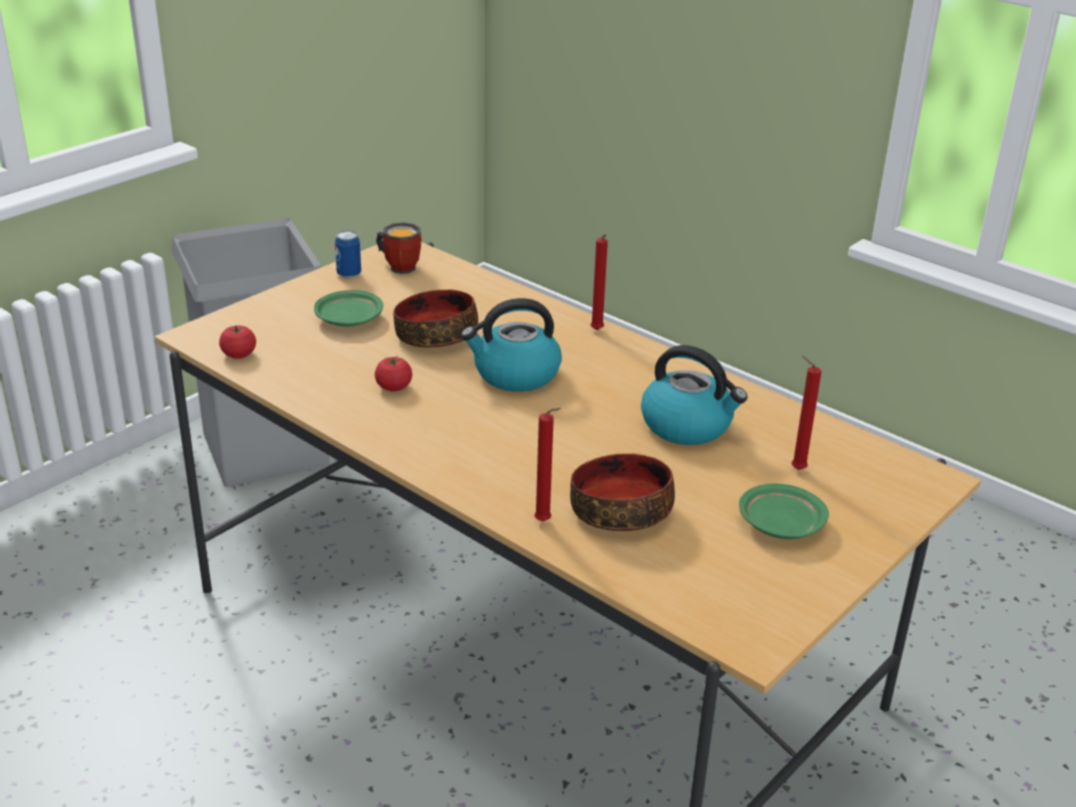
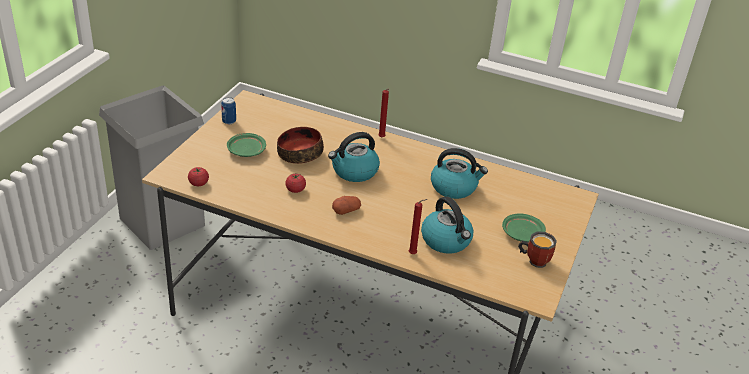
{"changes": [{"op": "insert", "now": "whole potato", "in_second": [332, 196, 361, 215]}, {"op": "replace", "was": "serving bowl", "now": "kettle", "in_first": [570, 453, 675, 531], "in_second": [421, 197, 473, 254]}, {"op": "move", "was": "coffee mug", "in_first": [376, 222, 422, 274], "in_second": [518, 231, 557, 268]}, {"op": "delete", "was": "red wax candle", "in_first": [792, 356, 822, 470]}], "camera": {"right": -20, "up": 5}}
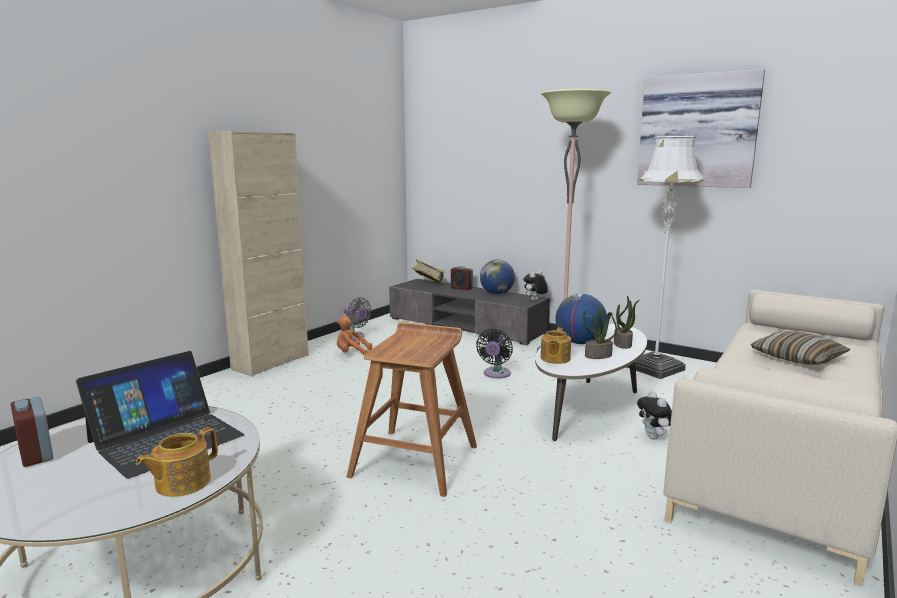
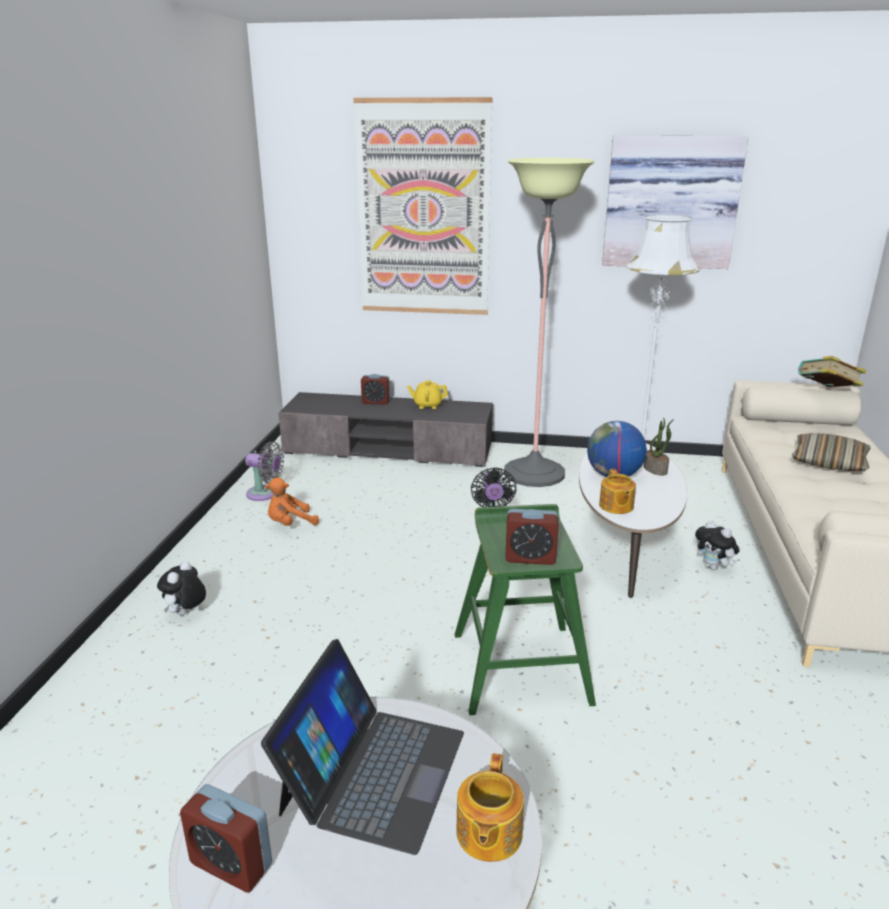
{"changes": [{"op": "move", "was": "cuddly toy", "in_first": [523, 270, 548, 301], "in_second": [157, 561, 206, 615]}, {"op": "insert", "now": "wall picture", "in_second": [353, 97, 493, 315]}, {"op": "replace", "was": "world globe", "now": "yellow tea pot", "in_first": [480, 260, 515, 295], "in_second": [407, 380, 448, 409]}, {"op": "recolor", "was": "brown-coloured stool", "now": "green stool", "in_first": [346, 322, 477, 497], "in_second": [455, 504, 596, 715]}, {"op": "insert", "now": "alarm clock", "in_second": [505, 509, 559, 565]}, {"op": "move", "was": "bound book", "in_first": [412, 259, 444, 283], "in_second": [798, 356, 866, 387]}, {"op": "delete", "was": "sand-coloured cupboard", "in_first": [208, 131, 309, 377]}, {"op": "delete", "was": "houseplant", "in_first": [583, 304, 617, 359]}], "camera": {"right": -25, "up": 10}}
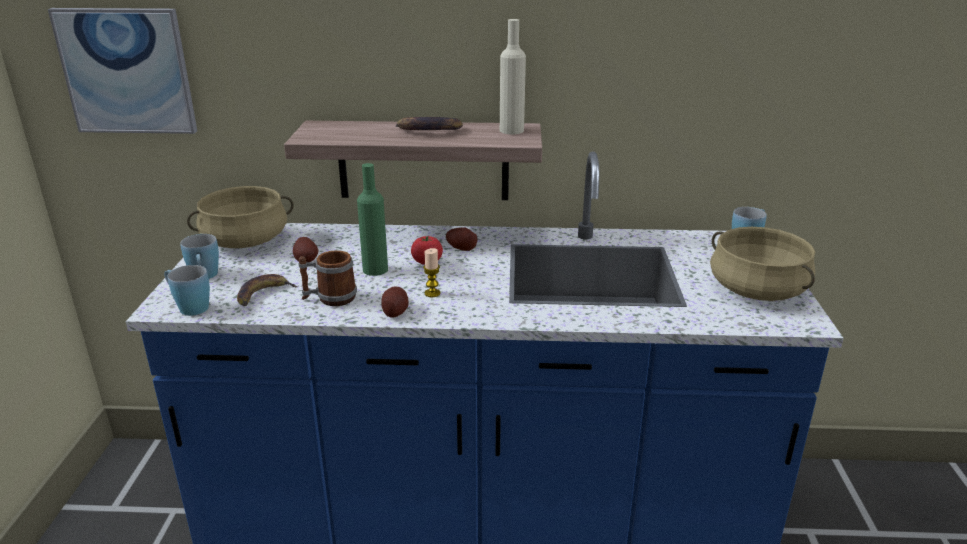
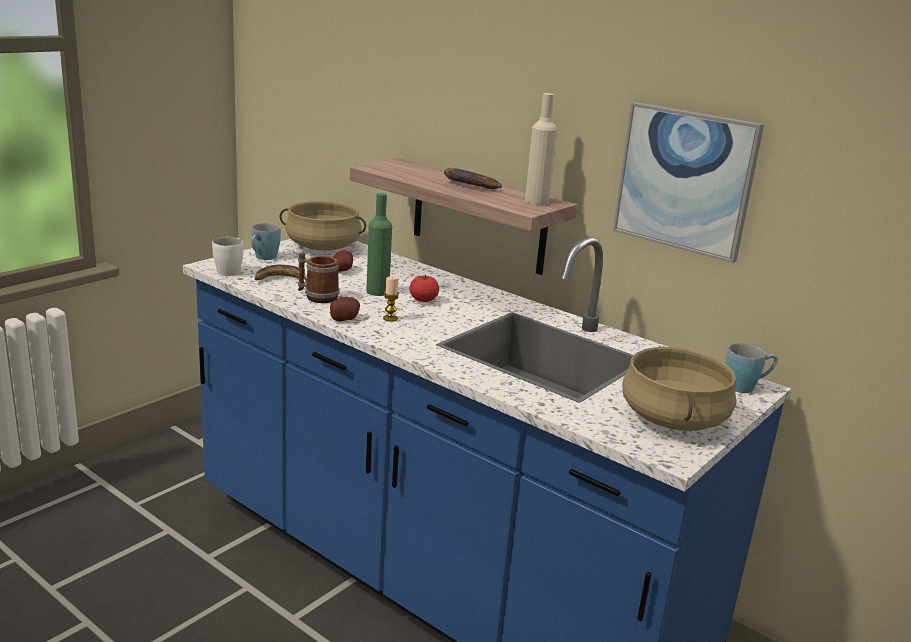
{"changes": [{"op": "recolor", "was": "bluish coffee mug", "now": "whitish coffee mug", "in_first": [164, 265, 210, 316], "in_second": [212, 237, 243, 276]}, {"op": "move", "was": "wall picture", "in_first": [48, 8, 197, 134], "in_second": [613, 102, 764, 263]}, {"op": "delete", "was": "whole potato", "in_first": [446, 227, 477, 251]}], "camera": {"right": 35, "up": -5}}
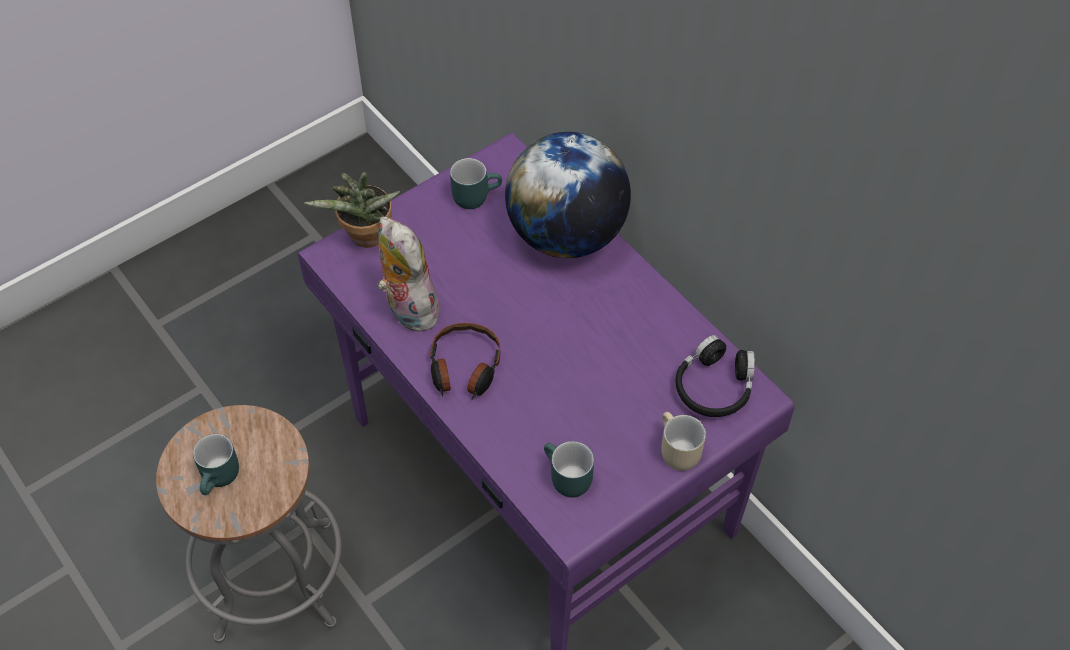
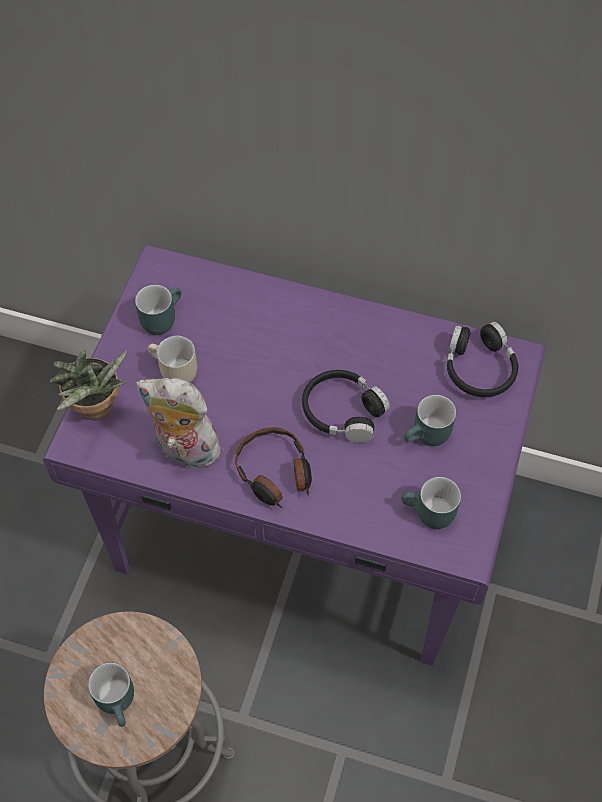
{"changes": [{"op": "move", "was": "sand-coloured coffee mug", "in_first": [662, 412, 706, 471], "in_second": [148, 336, 197, 383]}, {"op": "insert", "now": "blackish headphones", "in_second": [302, 370, 390, 443]}, {"op": "insert", "now": "turquoise coffee mug", "in_second": [404, 395, 456, 446]}, {"op": "delete", "was": "world globe", "in_first": [505, 132, 631, 258]}], "camera": {"right": -35, "up": 5}}
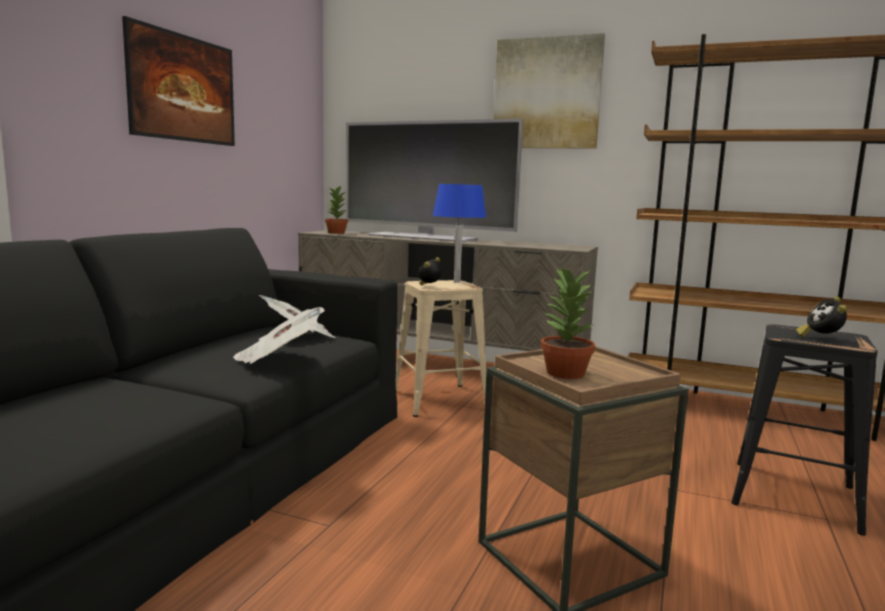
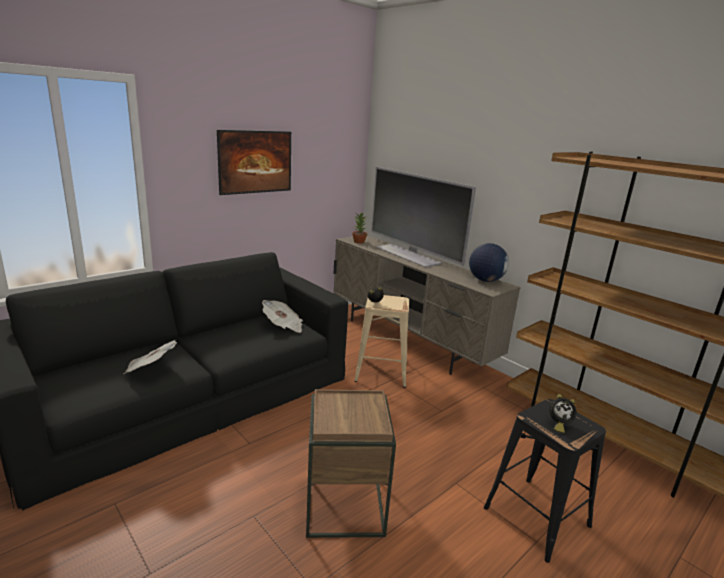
{"changes": [{"op": "move", "was": "newspaper", "in_first": [233, 307, 325, 364], "in_second": [124, 340, 176, 374]}, {"op": "insert", "now": "world globe", "in_second": [469, 243, 509, 282]}, {"op": "rotate", "was": "alarm clock", "in_first": [796, 296, 847, 337], "in_second": [549, 394, 577, 433], "clockwise": -120}, {"op": "delete", "was": "bluish lamp for a table", "in_first": [433, 184, 486, 283]}, {"op": "delete", "was": "wall picture", "in_first": [494, 33, 605, 148]}, {"op": "delete", "was": "houseplant", "in_first": [541, 266, 596, 379]}], "camera": {"right": 25, "up": 10}}
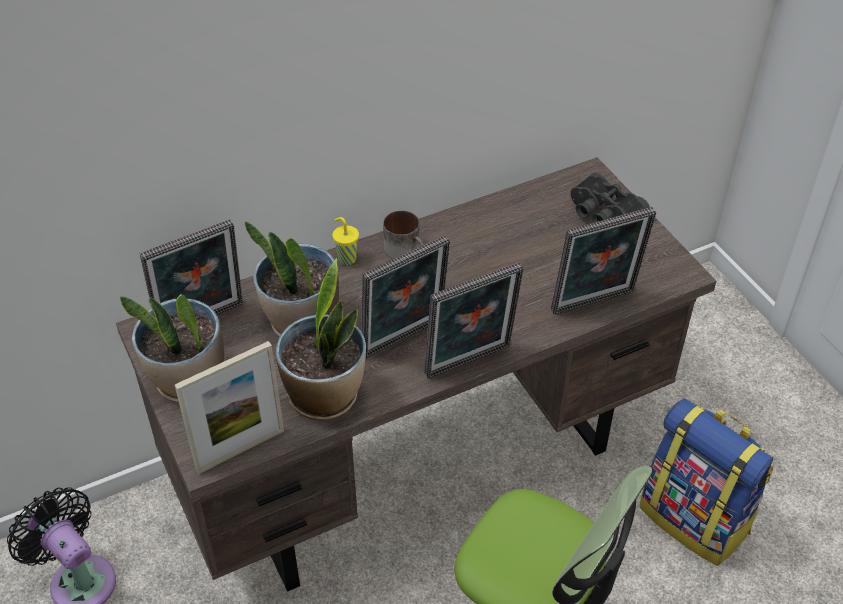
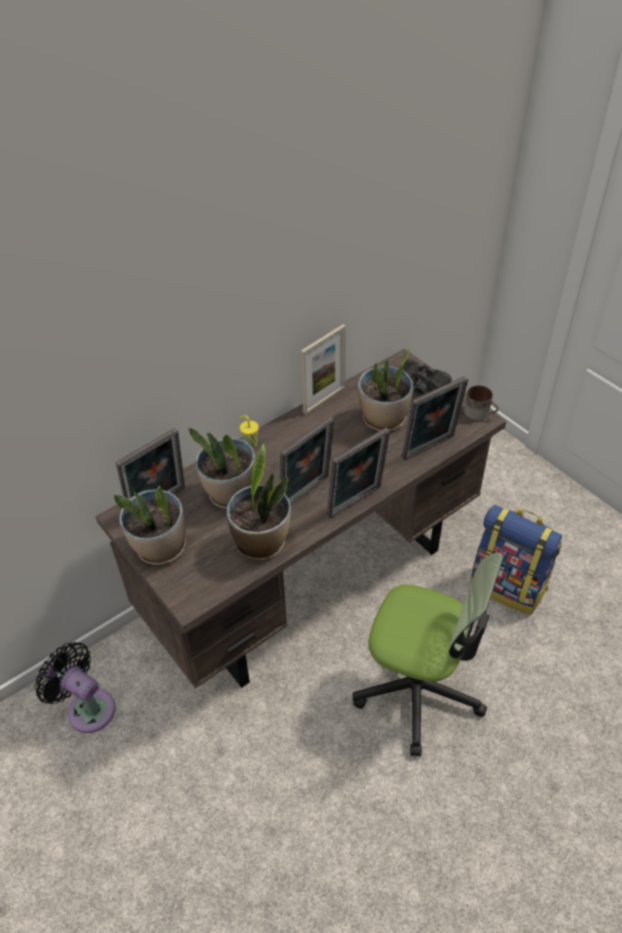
{"changes": [{"op": "move", "was": "picture frame", "in_first": [175, 341, 284, 474], "in_second": [301, 324, 346, 414]}, {"op": "insert", "now": "houseplant", "in_second": [358, 348, 413, 431]}, {"op": "move", "was": "coffee mug", "in_first": [383, 210, 424, 259], "in_second": [464, 385, 498, 420]}], "camera": {"right": -10, "up": 0}}
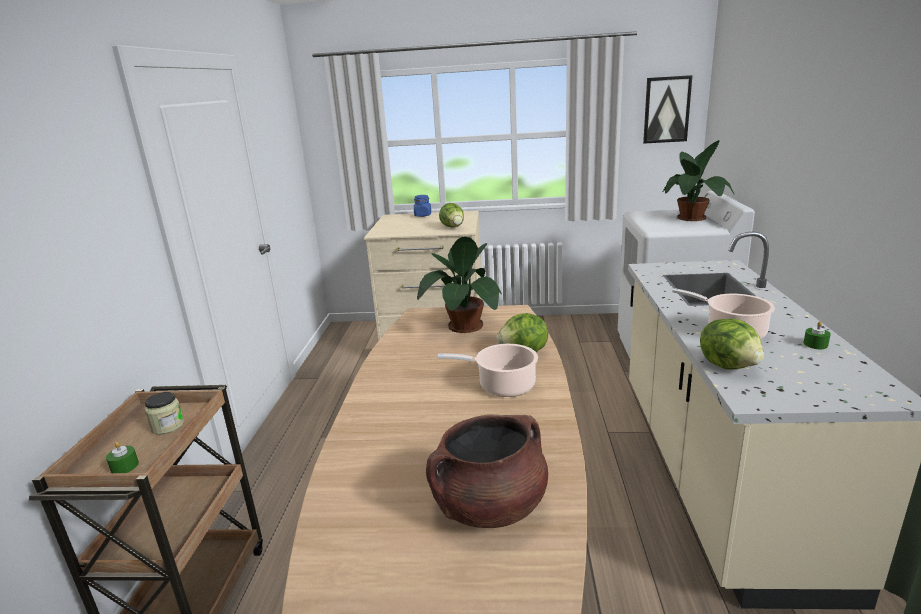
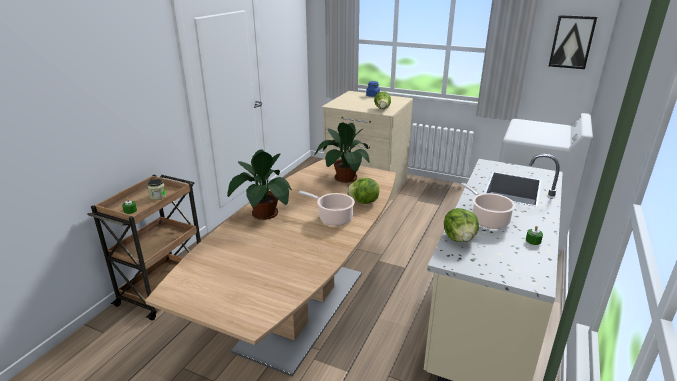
{"changes": [{"op": "move", "was": "houseplant", "in_first": [663, 140, 734, 221], "in_second": [227, 149, 292, 220]}, {"op": "delete", "was": "brown-coloured saucepot", "in_first": [426, 414, 548, 528]}], "camera": {"right": 20, "up": 5}}
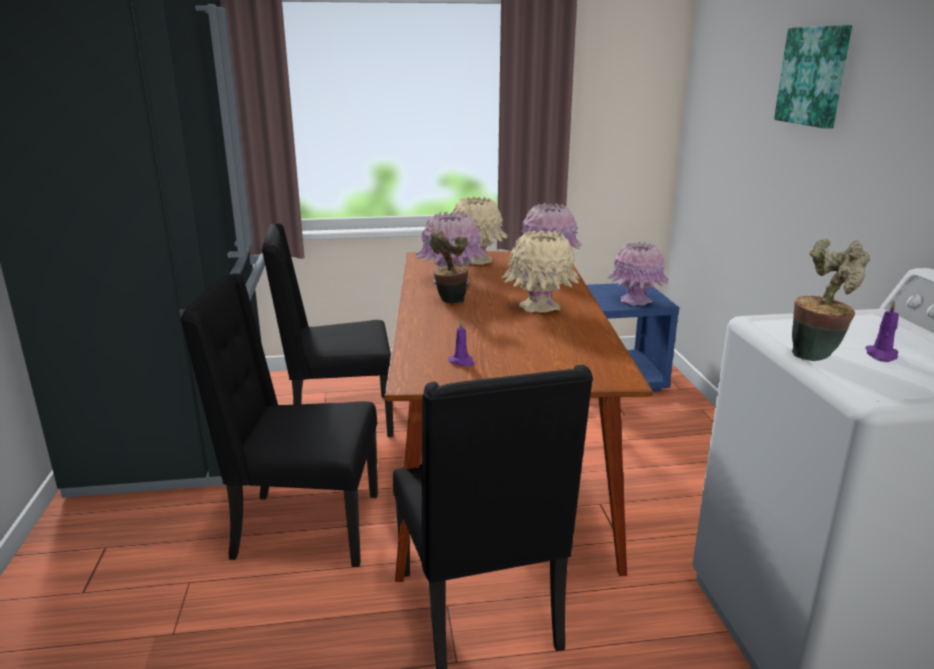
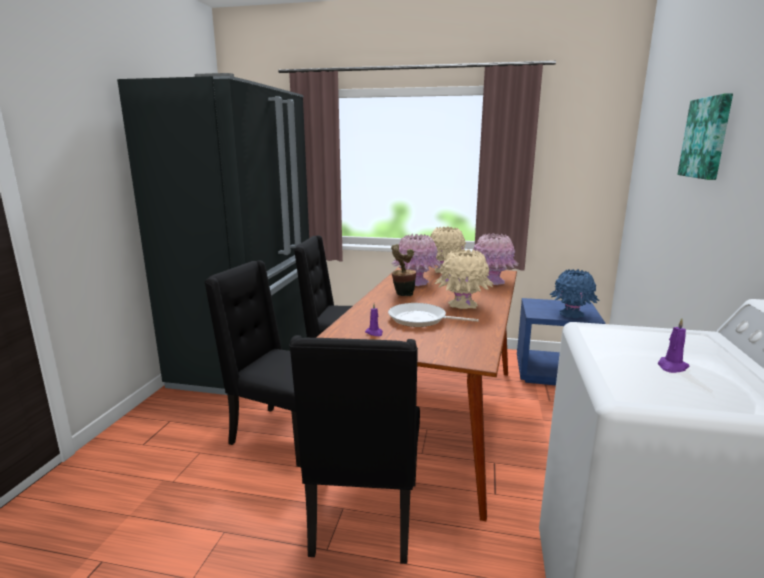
{"changes": [{"op": "insert", "now": "frying pan", "in_second": [388, 303, 479, 327]}, {"op": "recolor", "was": "pink-coloured vase", "now": "bluish vase", "in_first": [608, 241, 669, 306], "in_second": [550, 269, 599, 318]}, {"op": "delete", "was": "houseplant", "in_first": [792, 239, 870, 361]}], "camera": {"right": 20, "up": -5}}
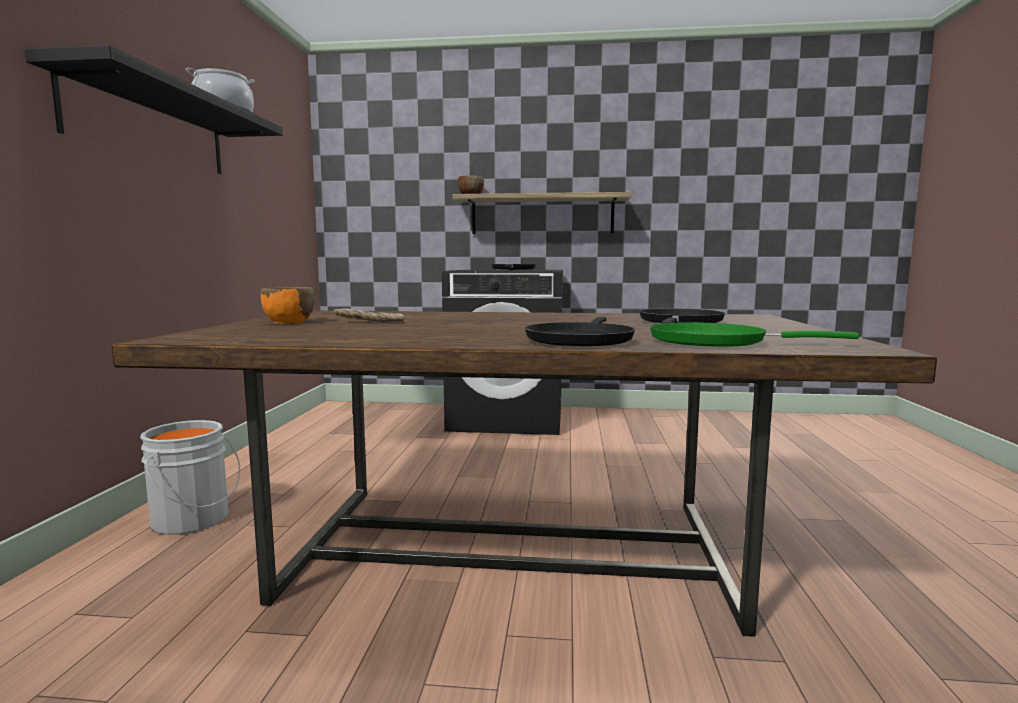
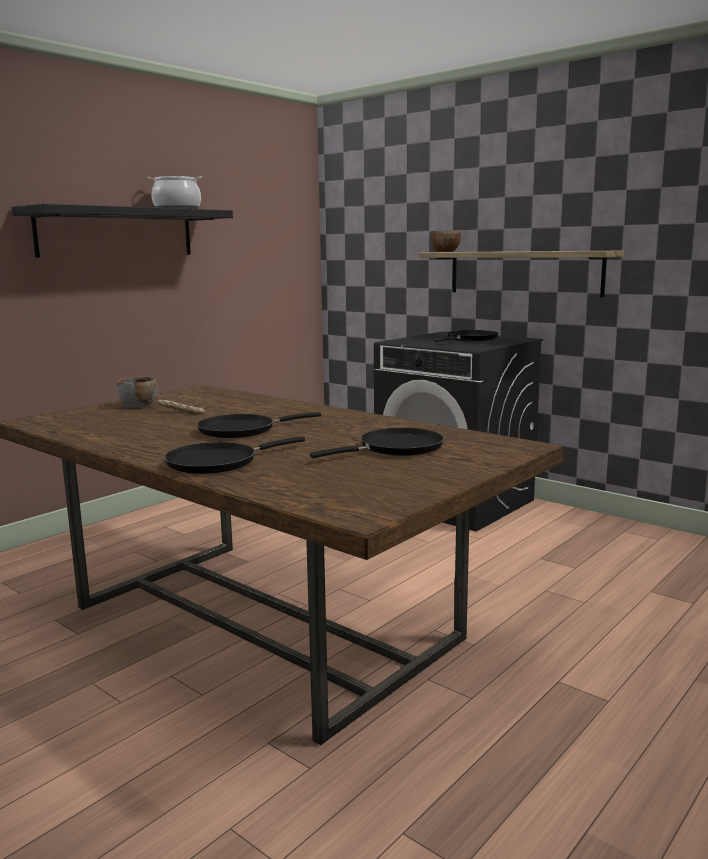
{"changes": [{"op": "recolor", "was": "orange-coloured serving bowl", "now": "greyish serving bowl", "in_first": [261, 287, 315, 324], "in_second": [117, 376, 158, 408]}, {"op": "insert", "now": "blackish frying pan", "in_second": [197, 412, 321, 438]}, {"op": "delete", "was": "greyish water bucket", "in_first": [140, 420, 240, 535]}, {"op": "delete", "was": "green frying pan", "in_first": [650, 322, 859, 347]}], "camera": {"right": 35, "up": 5}}
